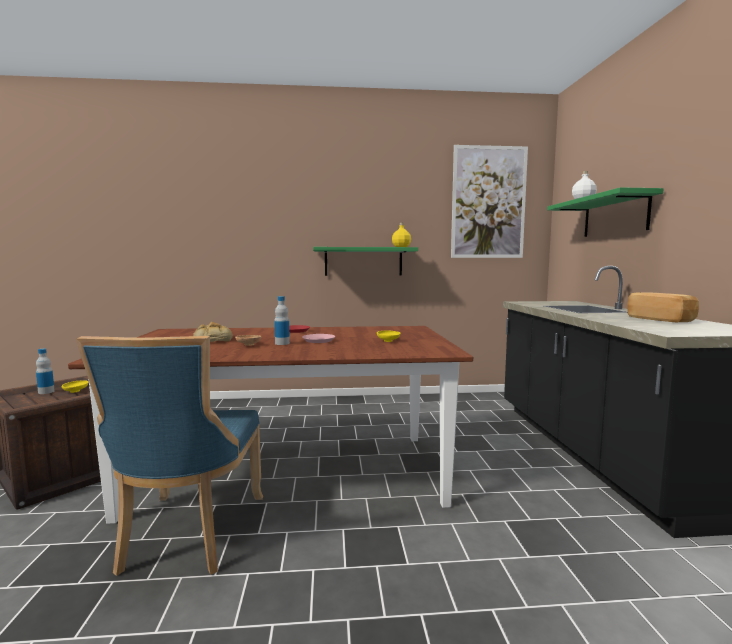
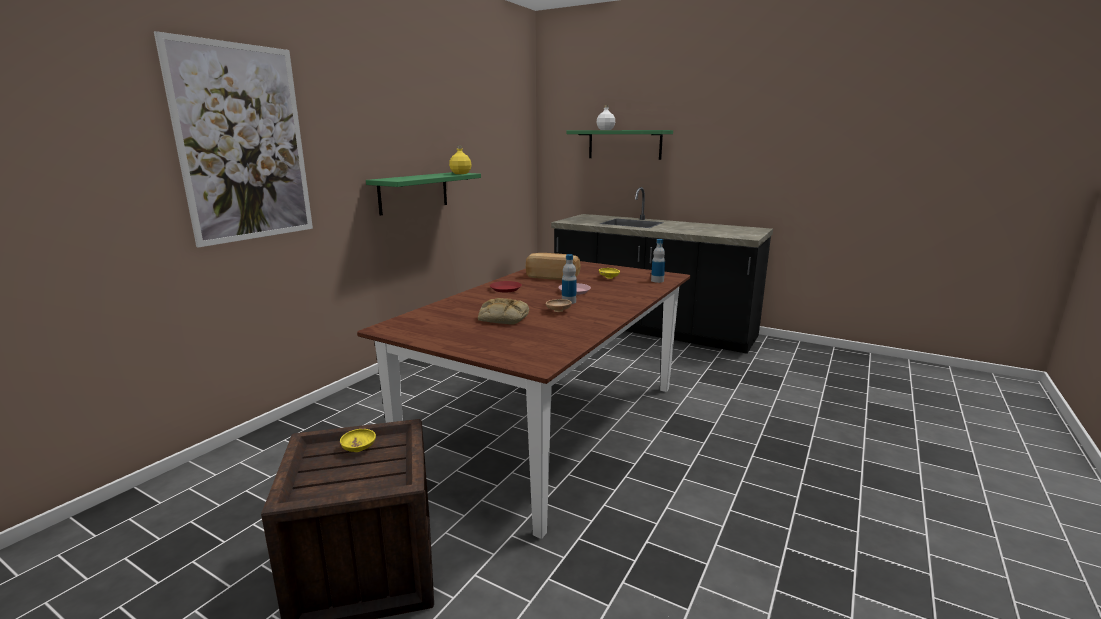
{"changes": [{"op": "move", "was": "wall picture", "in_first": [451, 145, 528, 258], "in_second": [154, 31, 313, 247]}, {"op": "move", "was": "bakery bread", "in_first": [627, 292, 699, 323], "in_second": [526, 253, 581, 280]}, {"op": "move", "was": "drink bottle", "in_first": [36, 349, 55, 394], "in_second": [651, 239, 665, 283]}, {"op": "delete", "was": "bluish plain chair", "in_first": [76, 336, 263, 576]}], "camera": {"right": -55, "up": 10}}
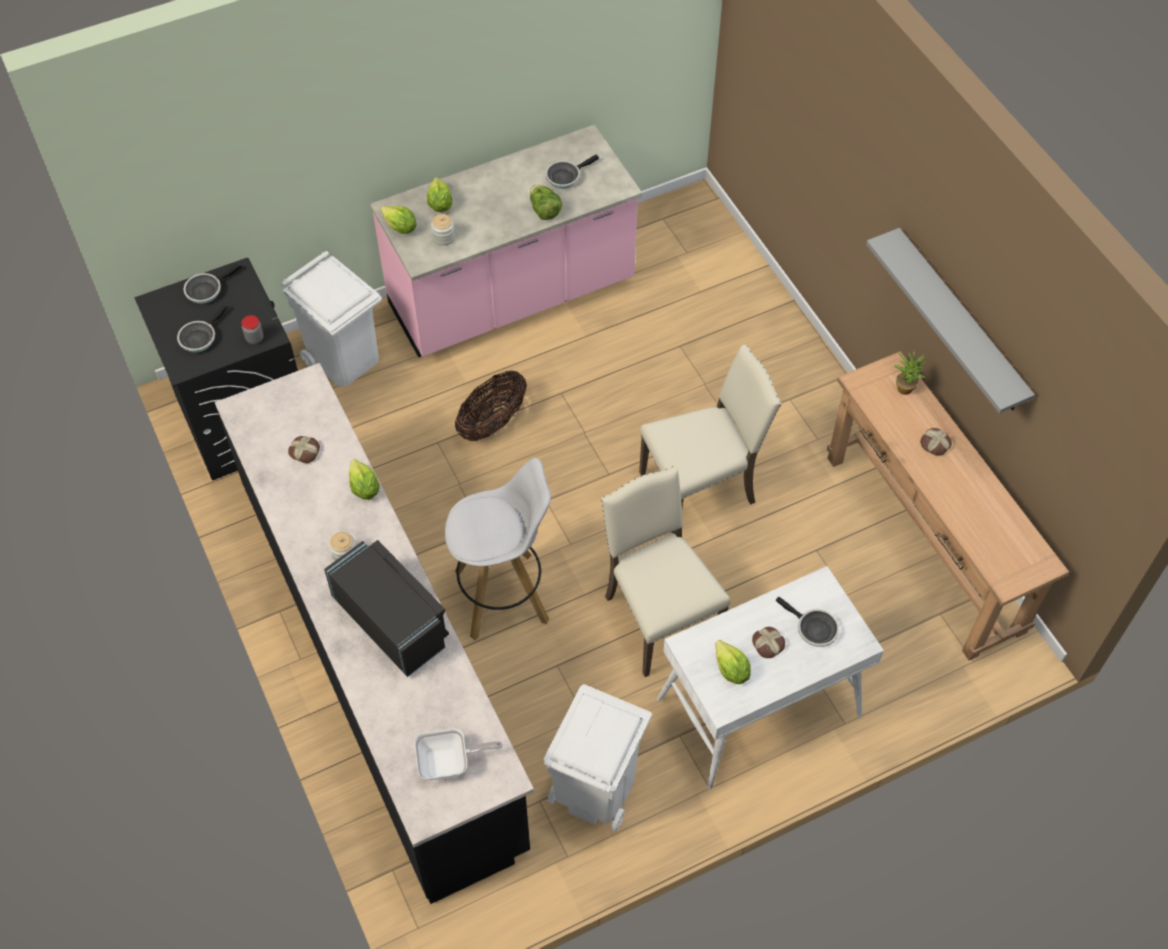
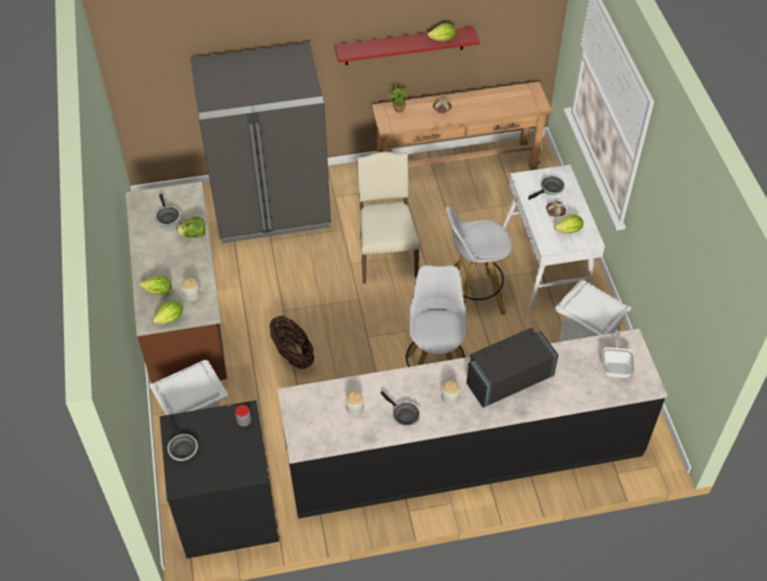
{"changes": [{"op": "recolor", "was": "pink-coloured kitchen counter", "now": "brown-coloured kitchen counter", "in_first": [370, 125, 642, 357], "in_second": [126, 182, 227, 383]}, {"op": "insert", "now": "greyish fridge", "in_second": [190, 42, 331, 243]}, {"op": "recolor", "was": "greyish bracket shelf", "now": "red bracket shelf", "in_first": [866, 228, 1035, 413], "in_second": [335, 27, 480, 65]}, {"op": "replace", "was": "bakery bread", "now": "jar", "in_first": [288, 436, 320, 463], "in_second": [345, 391, 364, 416]}, {"op": "move", "was": "frying pan", "in_first": [177, 304, 228, 352], "in_second": [381, 391, 421, 427]}, {"op": "move", "was": "lettuce head", "in_first": [349, 459, 380, 500], "in_second": [427, 23, 456, 42]}, {"op": "replace", "was": "sand-coloured plain chair", "now": "whitish stool", "in_first": [601, 466, 731, 677], "in_second": [445, 205, 512, 315]}], "camera": {"right": -75, "up": -5}}
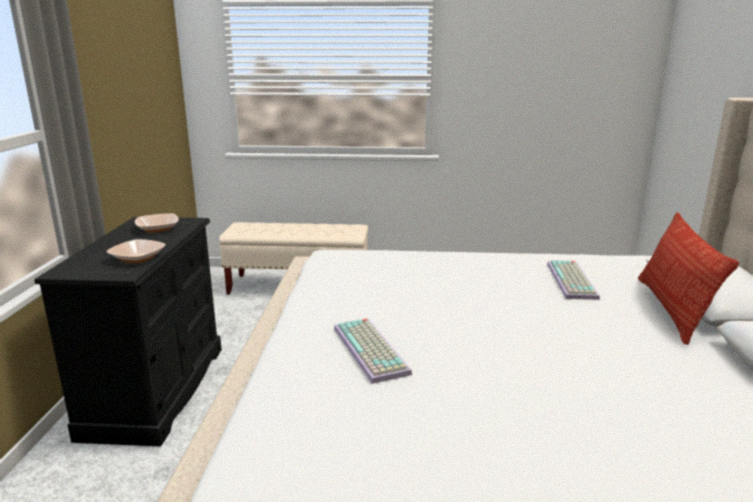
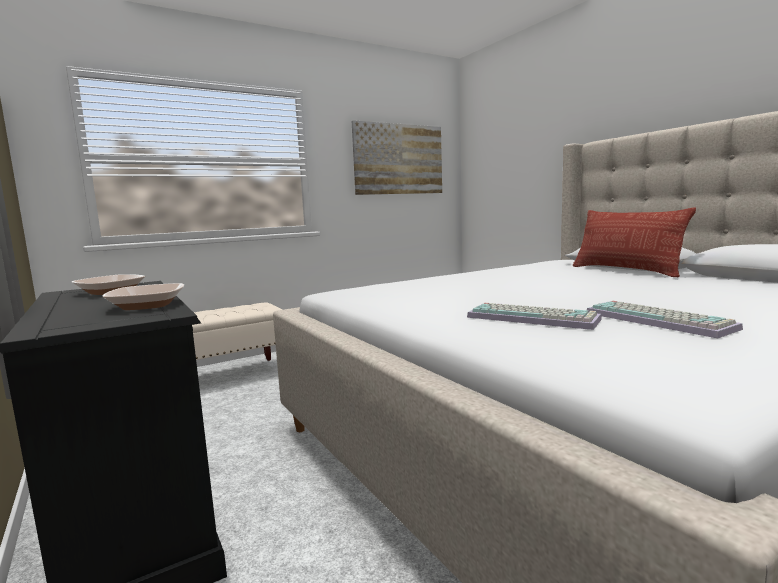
{"changes": [{"op": "insert", "now": "wall picture", "in_second": [352, 120, 442, 195]}, {"op": "move", "was": "PC keyboard", "in_first": [547, 260, 600, 300], "in_second": [587, 301, 743, 338]}], "camera": {"right": -35, "up": -10}}
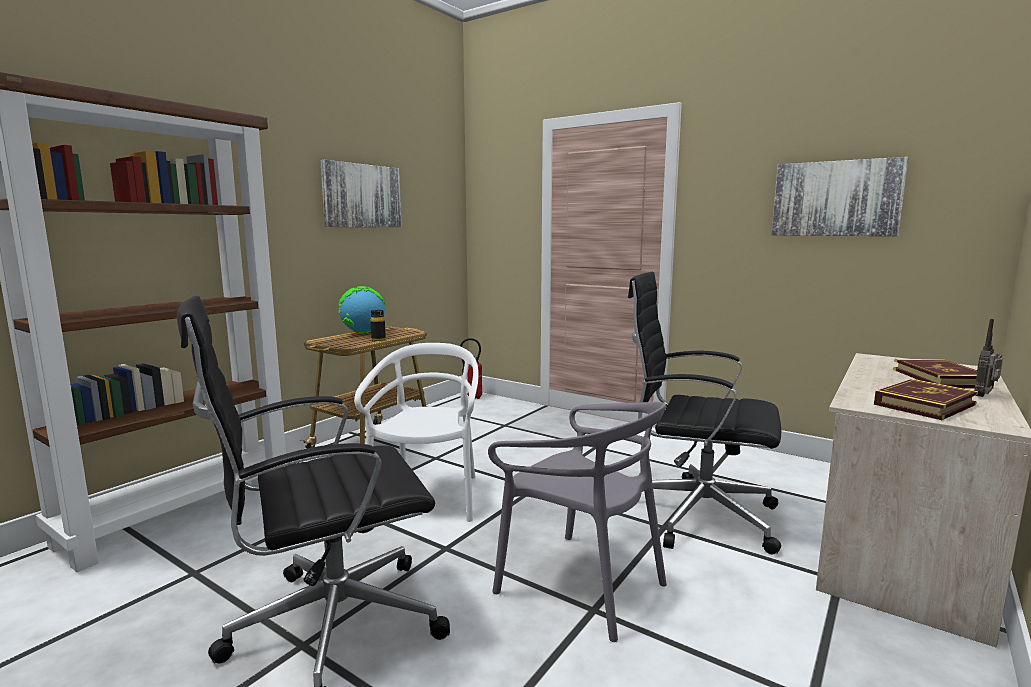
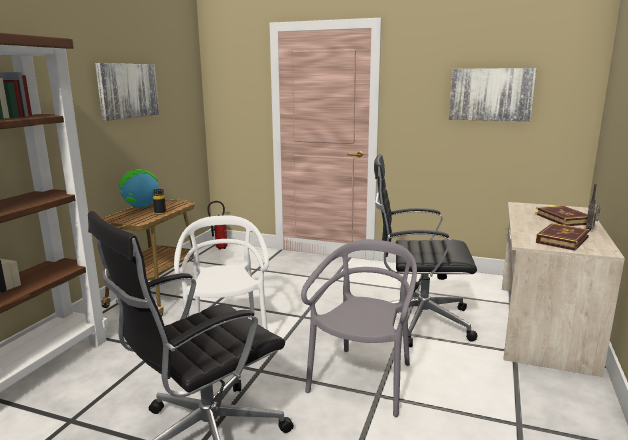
{"changes": [{"op": "rotate", "was": "greyish plain chair", "in_first": [488, 402, 667, 642], "in_second": [301, 239, 417, 417], "clockwise": -90}], "camera": {"right": -15, "up": 5}}
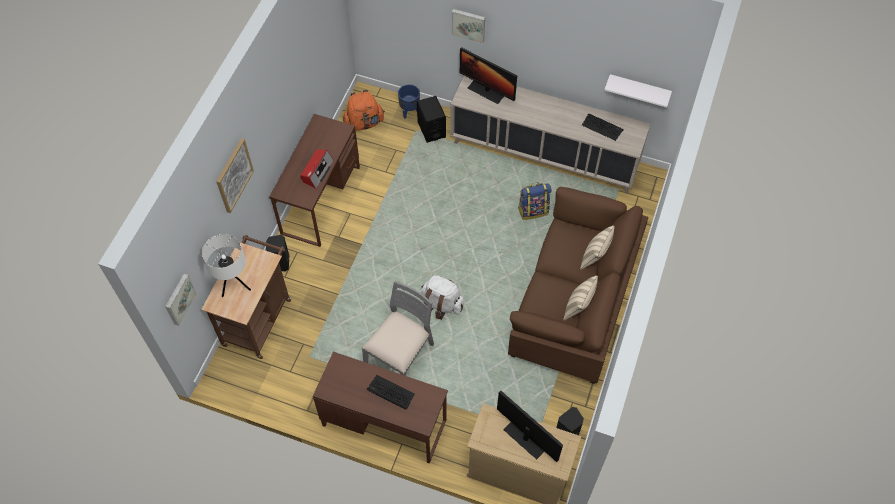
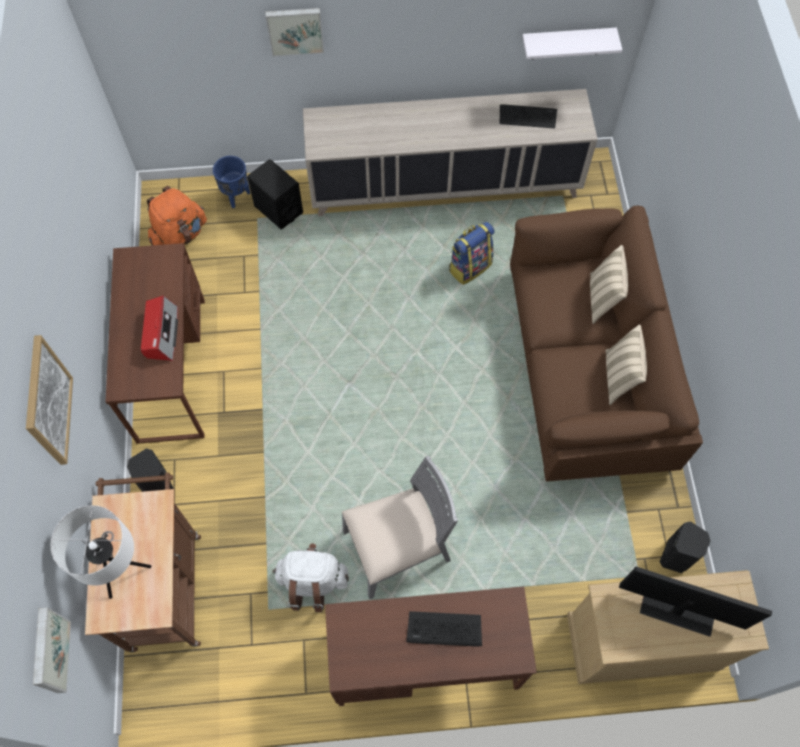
{"changes": [{"op": "move", "was": "whitish rucksack", "in_first": [421, 275, 464, 320], "in_second": [273, 543, 349, 612]}, {"op": "rotate", "was": "greyish plain chair", "in_first": [362, 281, 434, 376], "in_second": [342, 456, 458, 599], "clockwise": 60}, {"op": "delete", "was": "computer screen", "in_first": [460, 47, 517, 104]}], "camera": {"right": -25, "up": 5}}
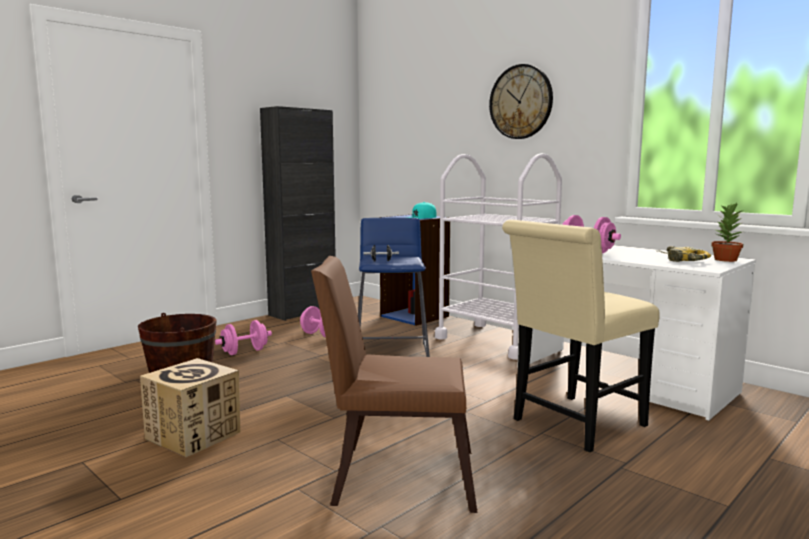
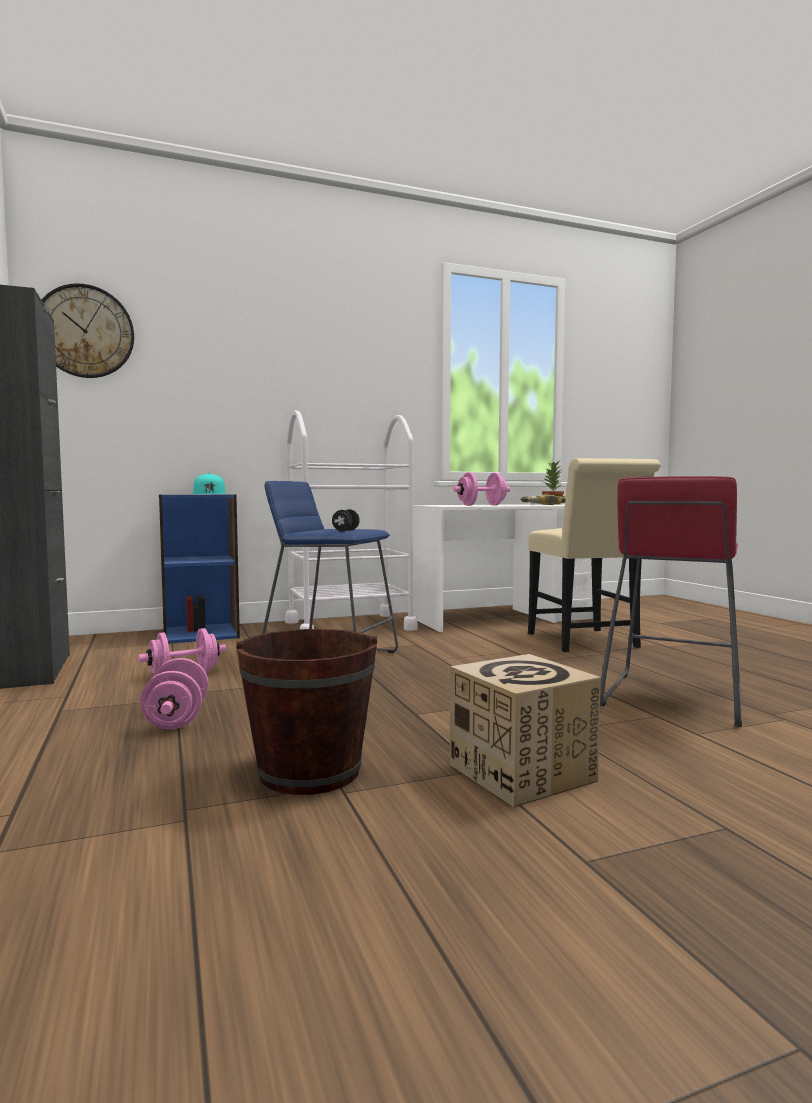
{"changes": [{"op": "move", "was": "wall clock", "in_first": [489, 64, 553, 139], "in_second": [42, 283, 134, 378]}, {"op": "replace", "was": "brown-coloured plain chair", "now": "red stool", "in_first": [311, 256, 477, 513], "in_second": [600, 476, 742, 727]}], "camera": {"right": -65, "up": -5}}
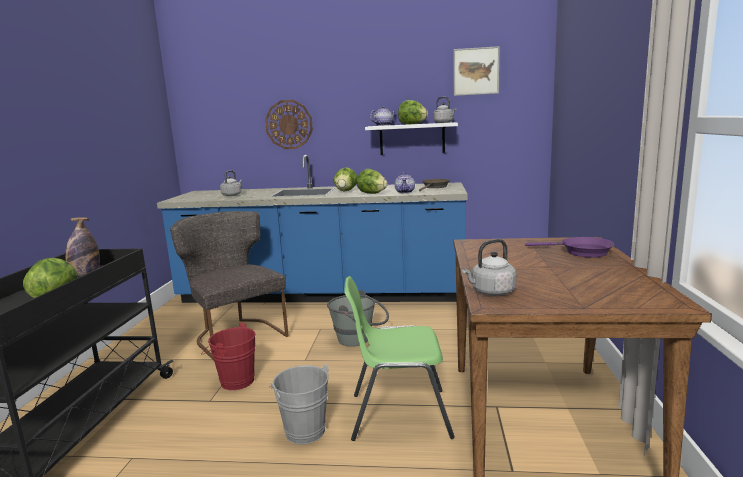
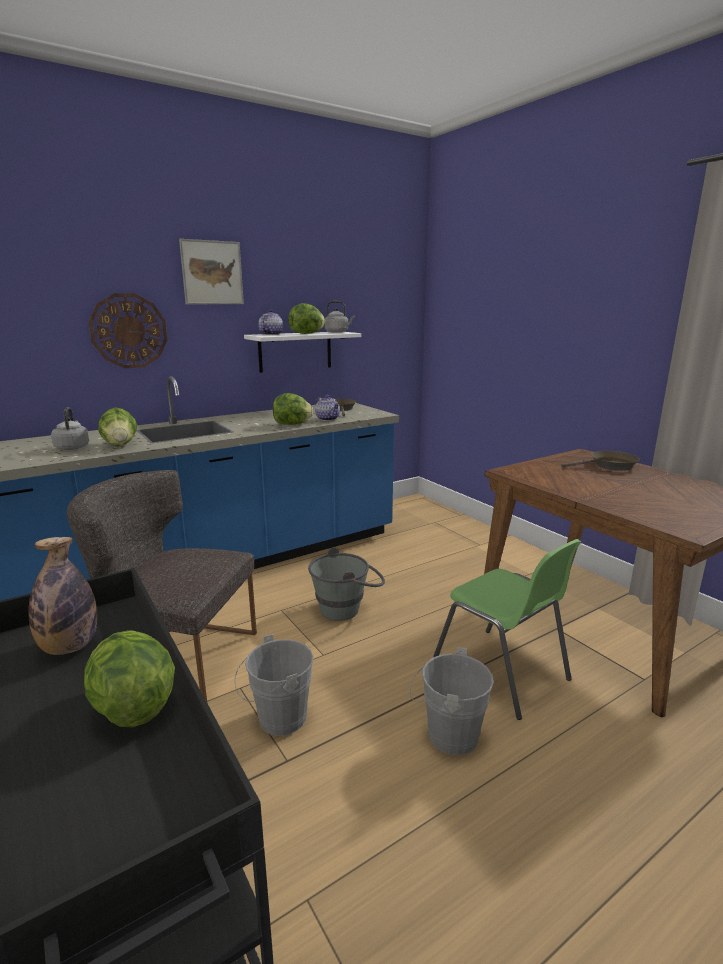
{"changes": [{"op": "move", "was": "lettuce head", "in_first": [334, 167, 358, 192], "in_second": [98, 407, 137, 446]}, {"op": "move", "was": "wall picture", "in_first": [454, 46, 500, 96], "in_second": [179, 239, 244, 304]}, {"op": "recolor", "was": "red water bucket", "now": "greyish water bucket", "in_first": [201, 323, 256, 390], "in_second": [235, 634, 314, 736]}, {"op": "rotate", "was": "green plain chair", "in_first": [344, 276, 455, 441], "in_second": [433, 539, 581, 720], "clockwise": -90}, {"op": "recolor", "was": "purplish frying pan", "now": "brown-coloured frying pan", "in_first": [525, 237, 615, 258], "in_second": [561, 451, 640, 471]}, {"op": "delete", "was": "greyish kettle", "in_first": [462, 239, 516, 295]}], "camera": {"right": -40, "up": 5}}
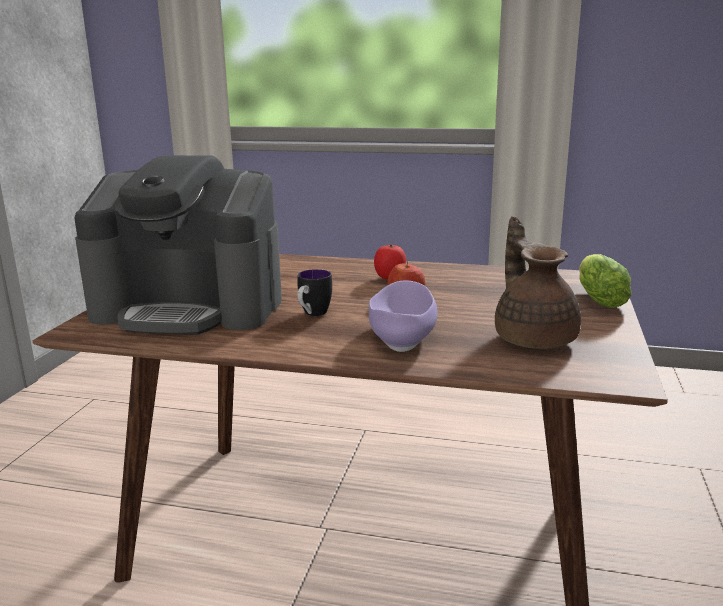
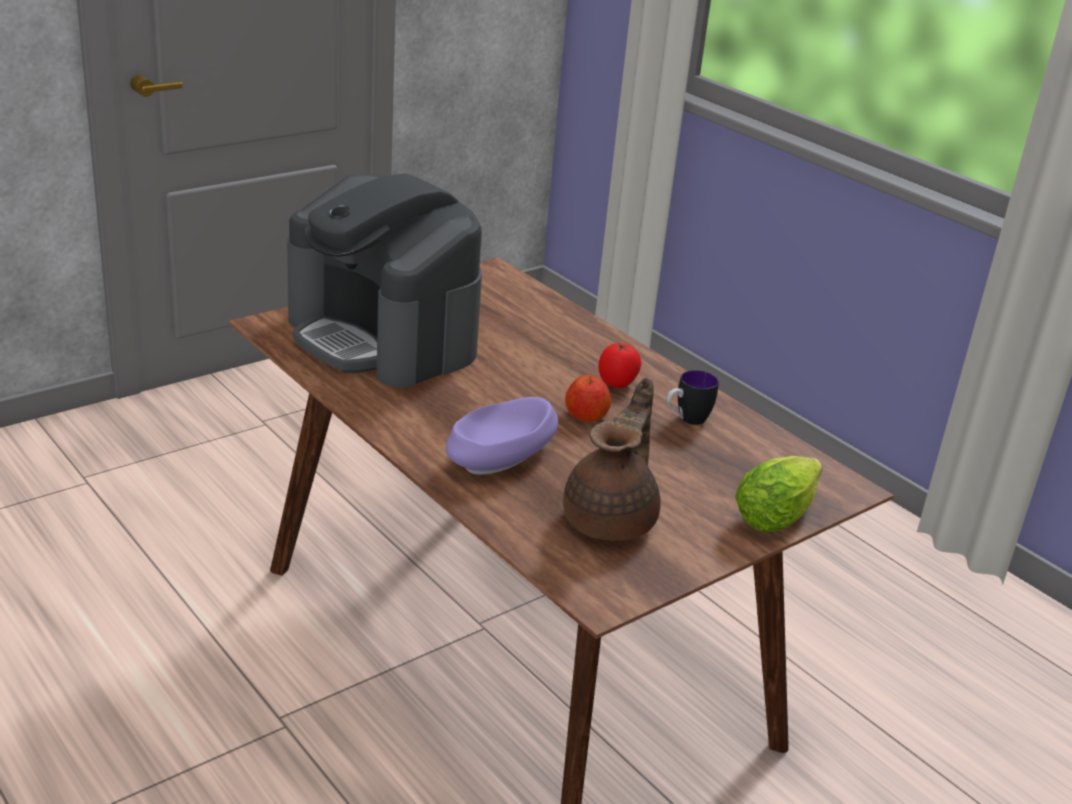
{"changes": [{"op": "move", "was": "coffee mug", "in_first": [297, 269, 332, 316], "in_second": [667, 370, 719, 425]}], "camera": {"right": 35, "up": 10}}
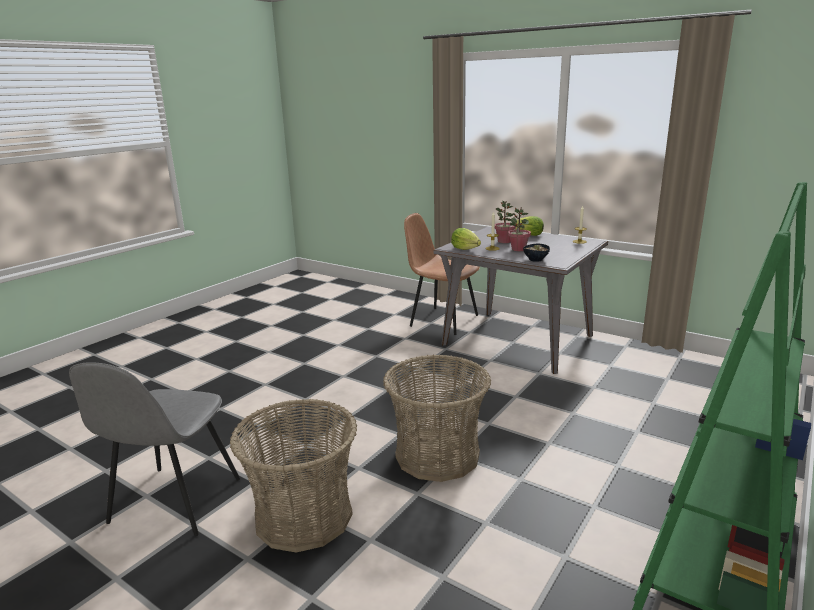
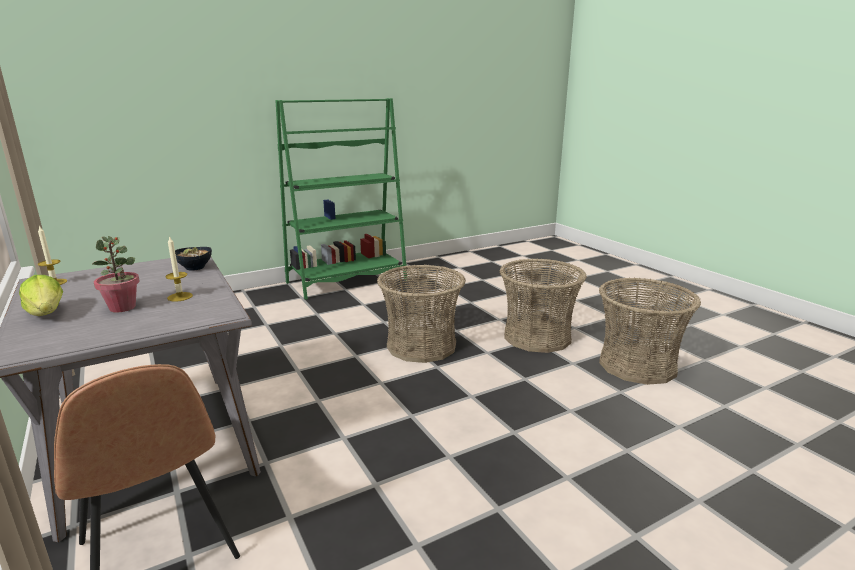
{"changes": [{"op": "replace", "was": "greyish plain chair", "now": "storage basket", "in_first": [69, 362, 240, 536], "in_second": [599, 277, 701, 385]}, {"op": "delete", "was": "lettuce head", "in_first": [451, 228, 481, 250]}, {"op": "delete", "was": "houseplant", "in_first": [508, 208, 531, 251]}], "camera": {"right": -155, "up": 0}}
